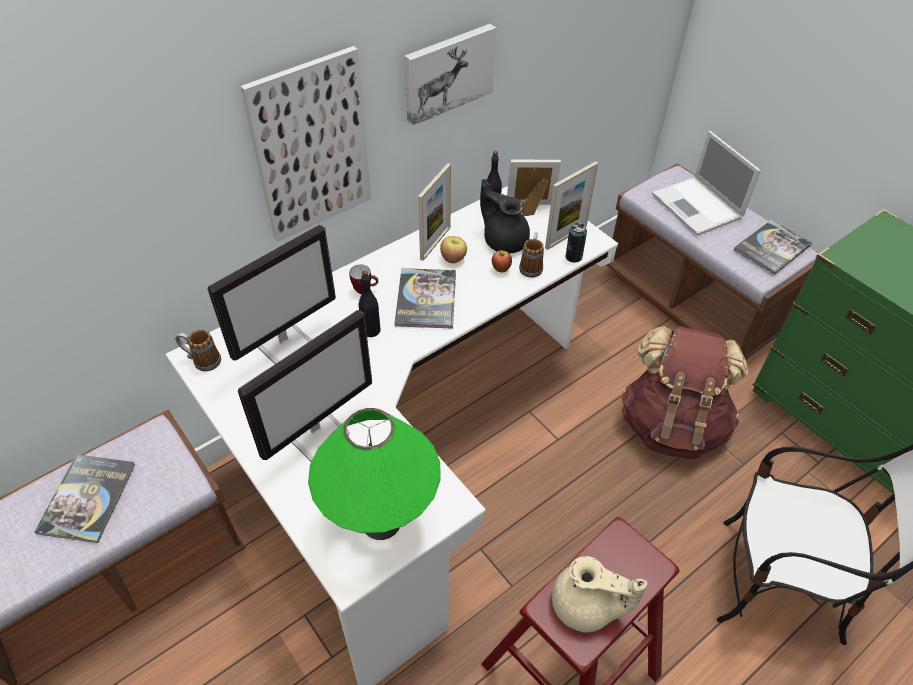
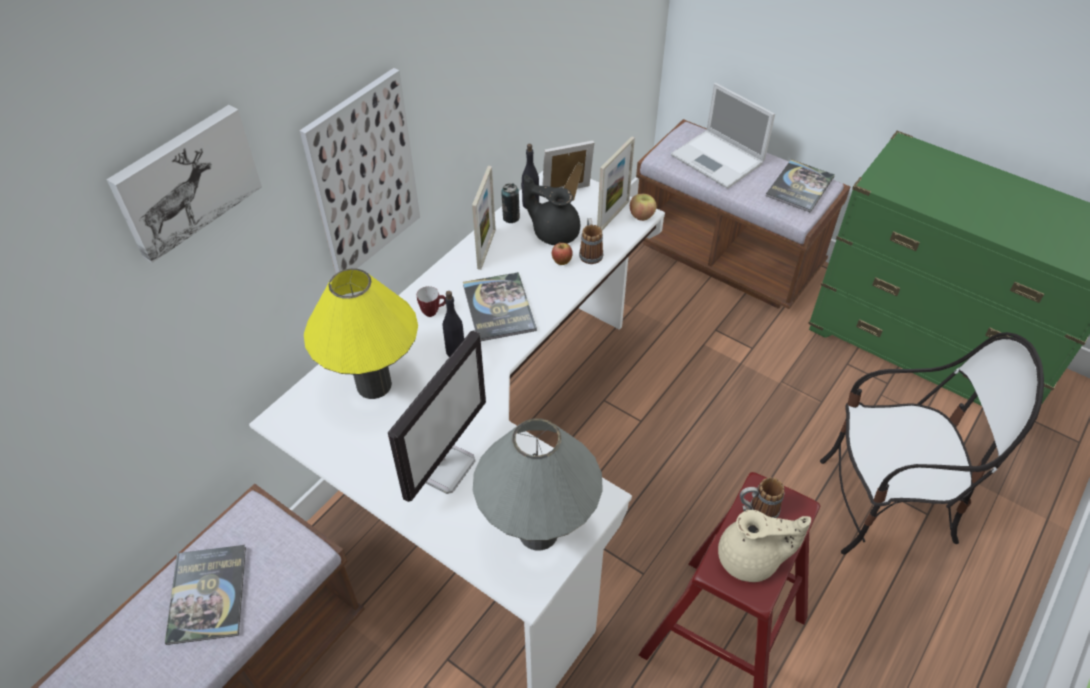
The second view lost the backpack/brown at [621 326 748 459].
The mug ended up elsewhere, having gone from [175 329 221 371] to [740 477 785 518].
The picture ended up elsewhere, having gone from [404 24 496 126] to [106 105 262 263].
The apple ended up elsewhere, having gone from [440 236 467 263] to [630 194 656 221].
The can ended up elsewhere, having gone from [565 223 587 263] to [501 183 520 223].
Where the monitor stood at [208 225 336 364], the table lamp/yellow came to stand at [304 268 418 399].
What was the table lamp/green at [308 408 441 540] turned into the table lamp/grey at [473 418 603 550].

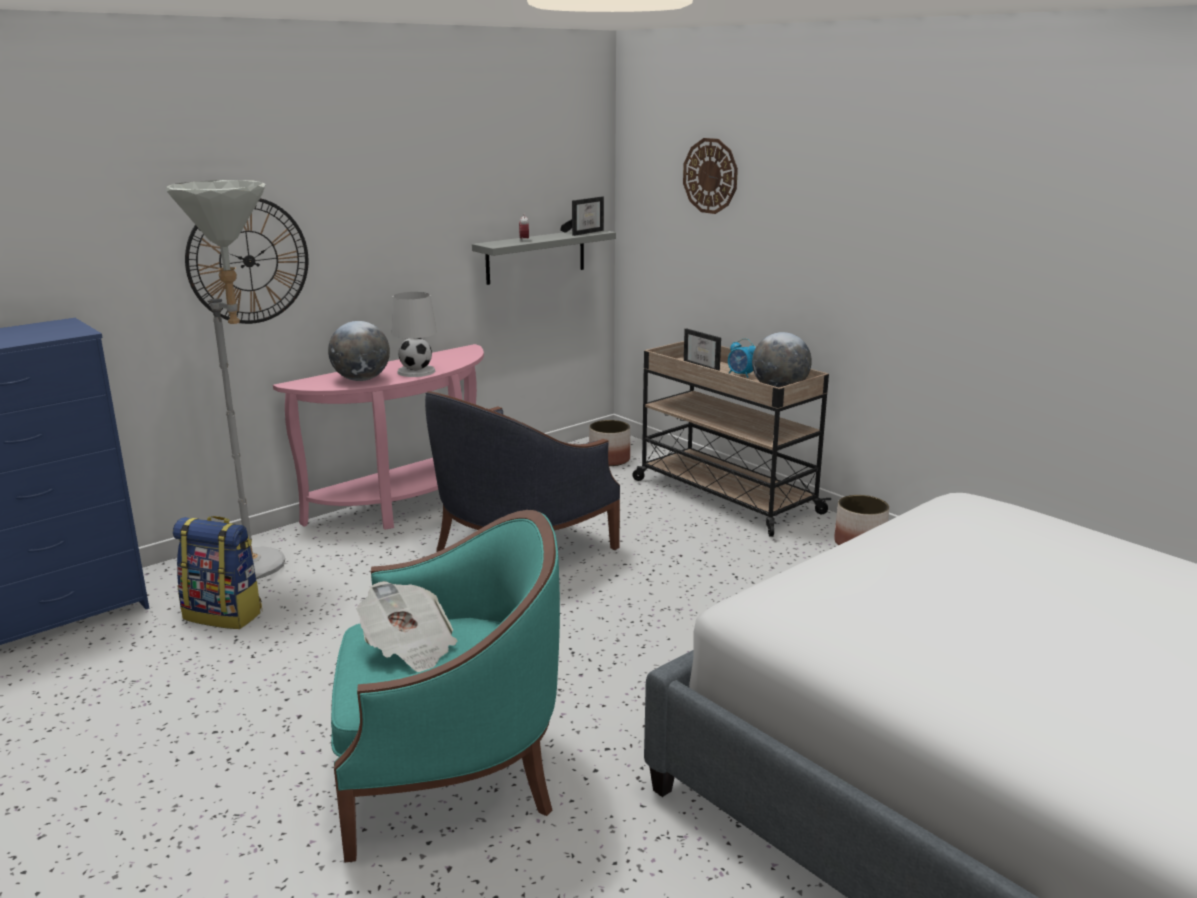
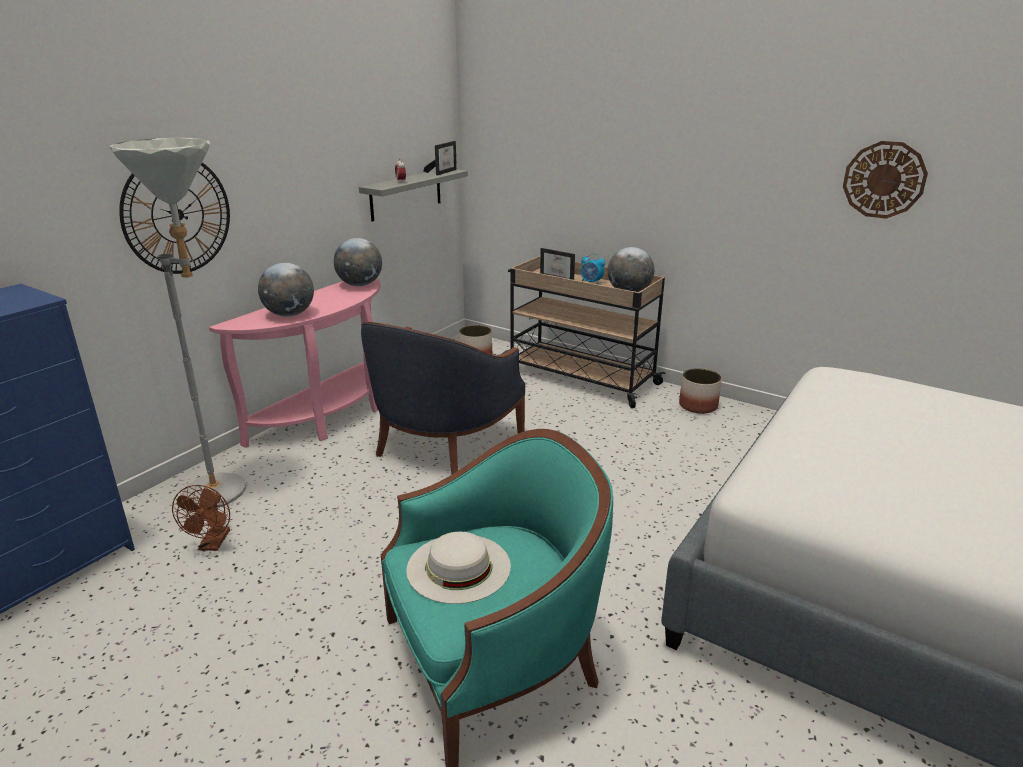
The second view lost the table lamp/white at [391 292 437 377].
The second view gained the globe at [334 238 382 286].
The wall clock ended up elsewhere, having gone from [683 138 738 214] to [843 141 928 219].
Where the backpack stood at [173 516 262 629], the fan/brown came to stand at [172 485 230 551].
Where the newspaper stood at [357 581 457 672], the hat/white came to stand at [407 532 511 604].

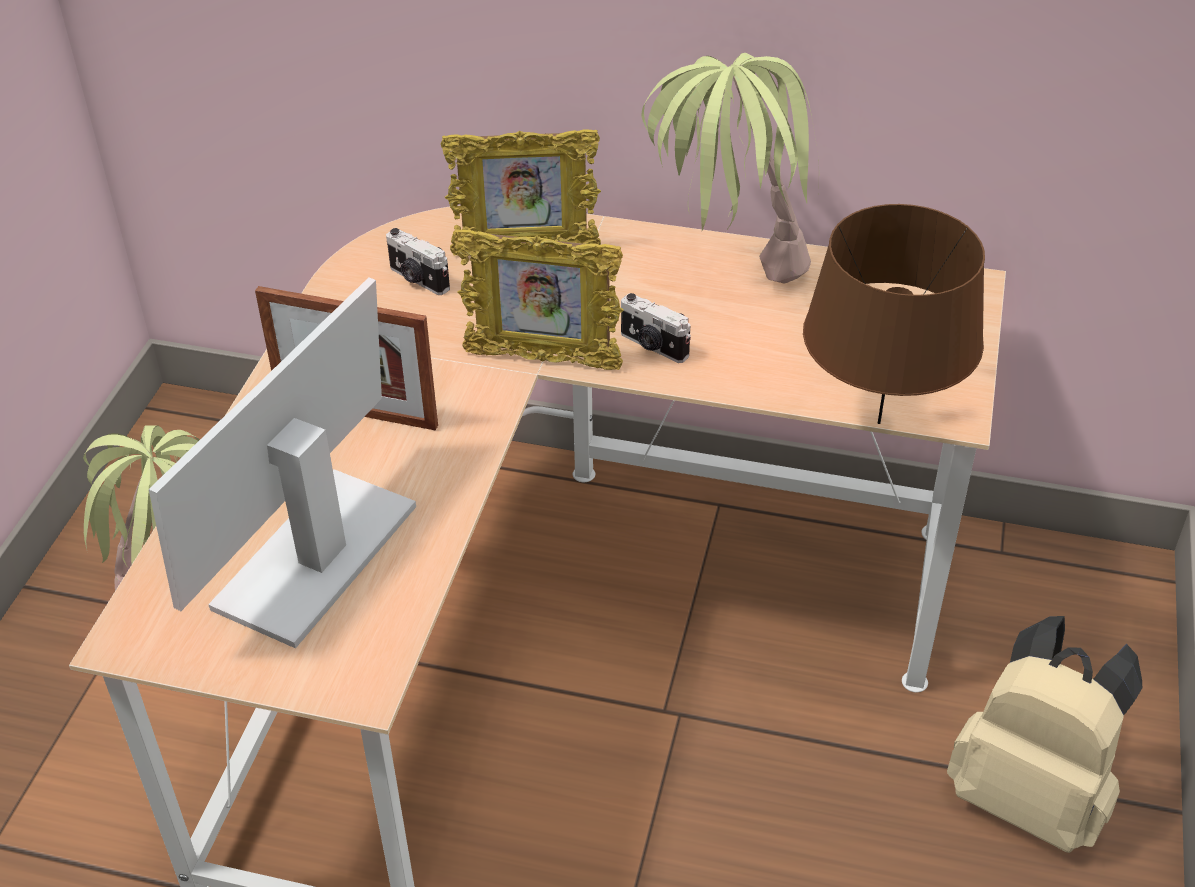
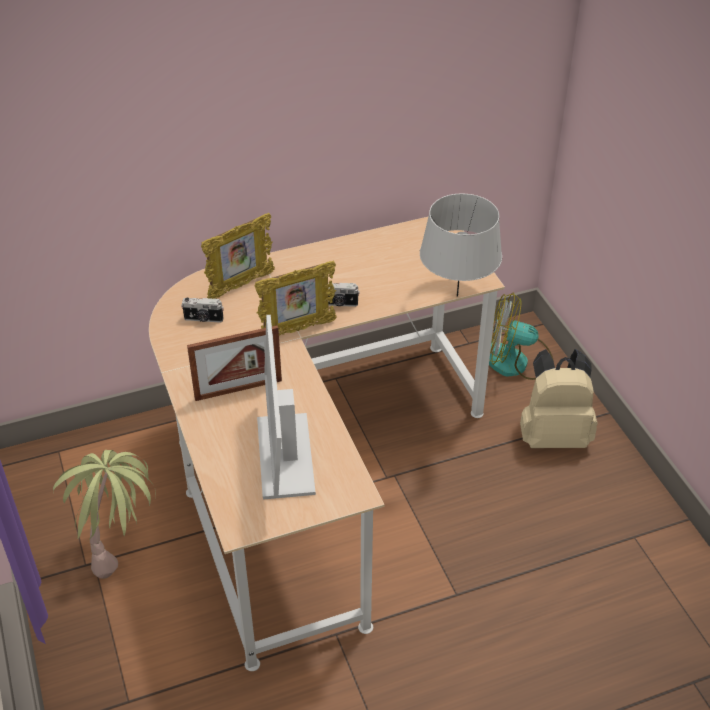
The second view lost the potted plant at [642 53 819 284].
The second view gained the fan at [489 292 554 380].
What was the table lamp/brown at [803 204 985 424] turned into the table lamp/grey at [420 194 502 297].

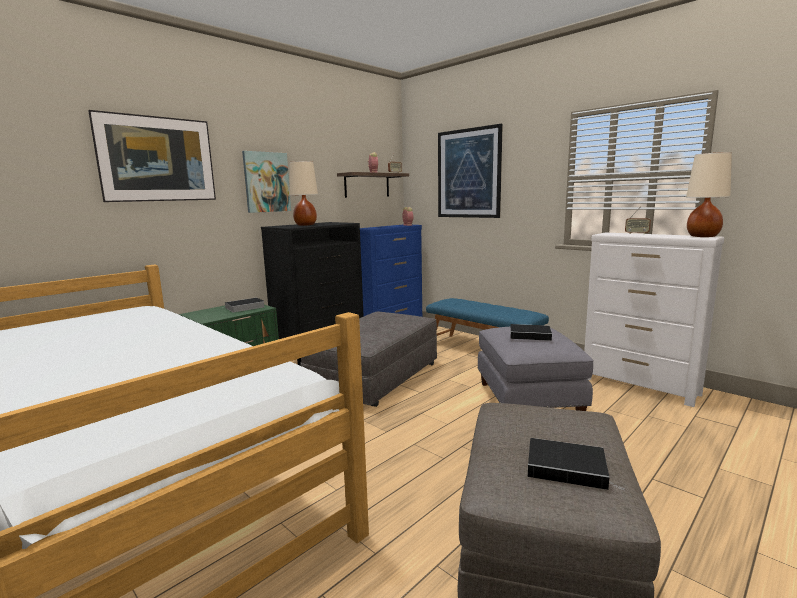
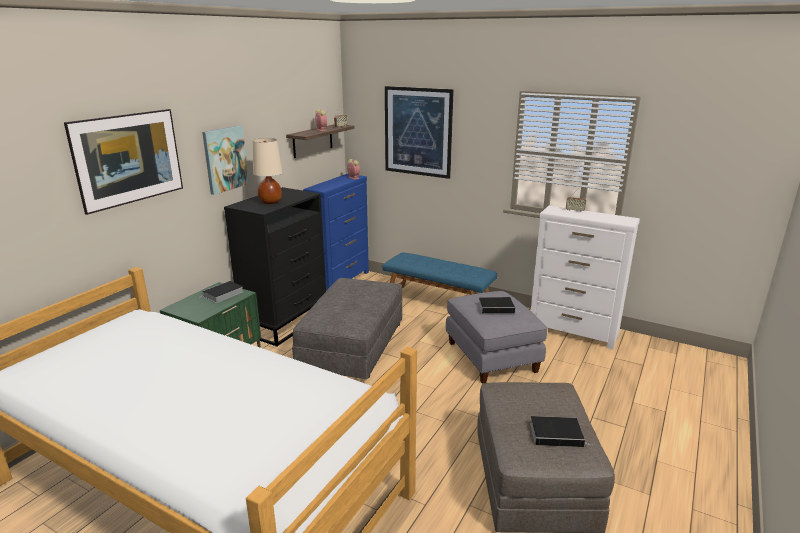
The second view lost the table lamp/beige at [686 152 732 237].

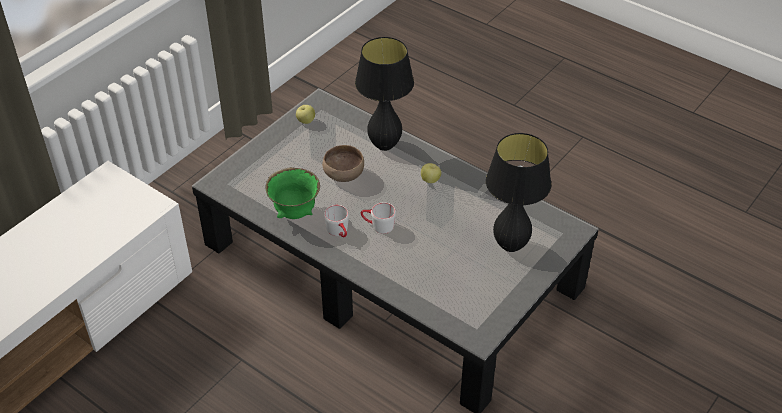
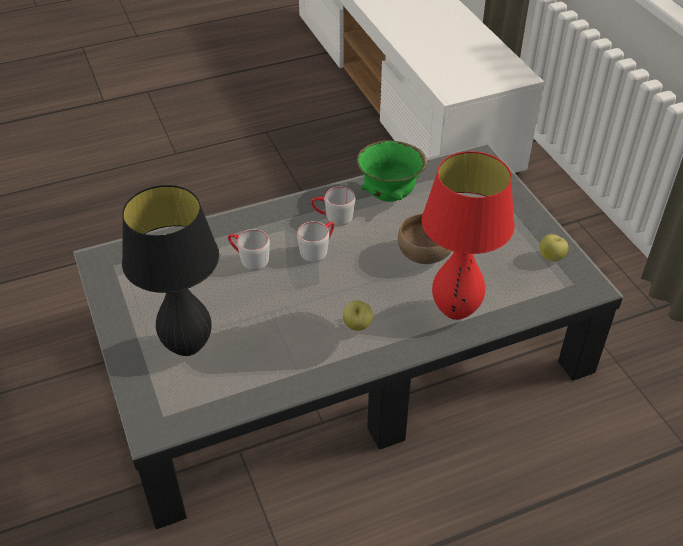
The second view gained the mug/grey at [228 229 270 270].
What was the table lamp/black at [355 37 414 151] turned into the table lamp/red at [422 151 514 320].

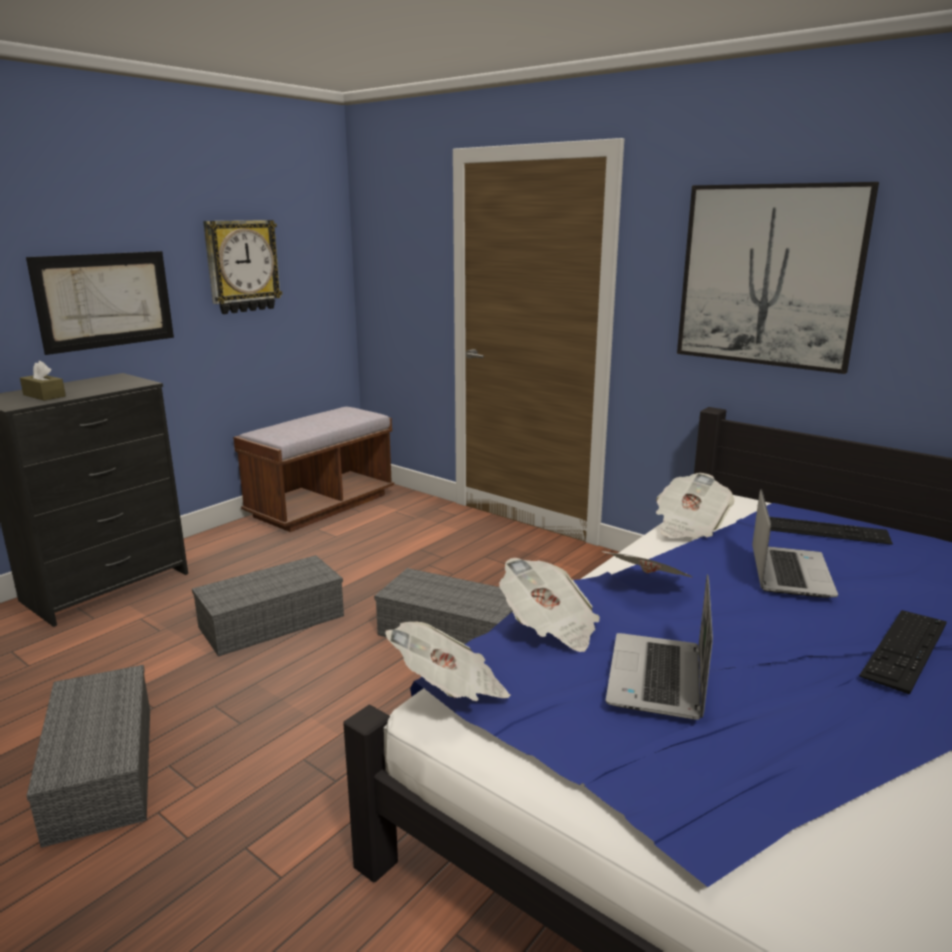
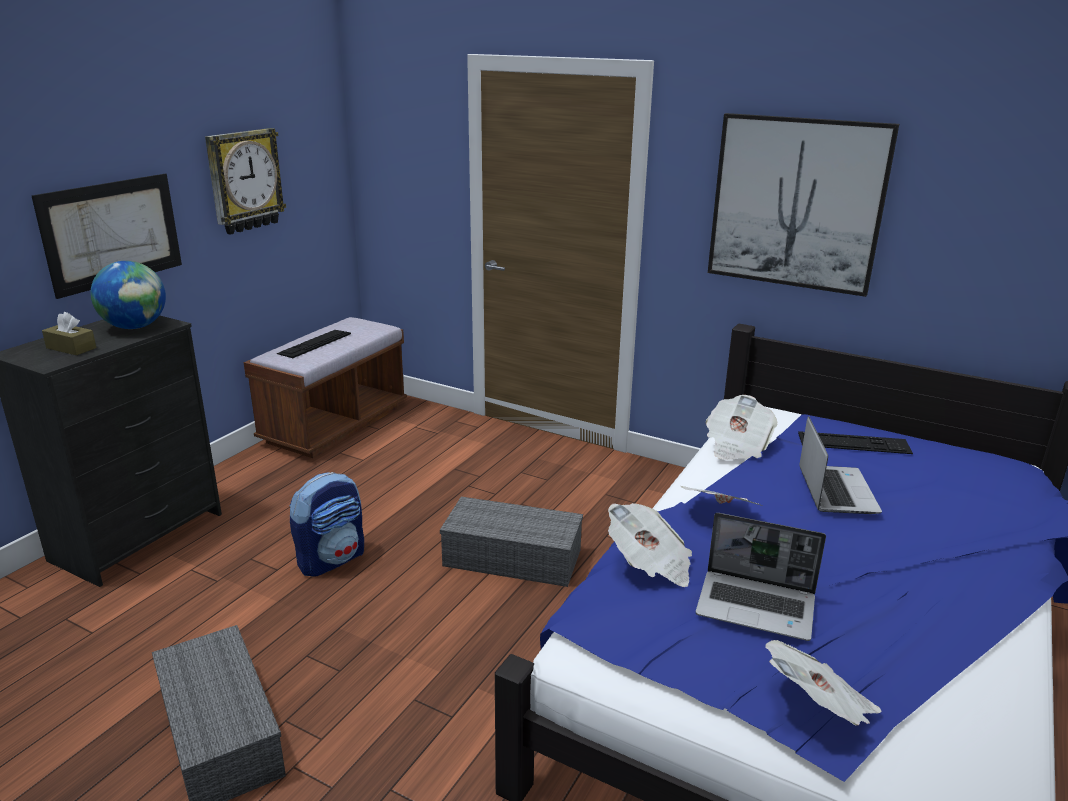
The second view gained the globe at [90 261 166 329].
The newspaper ended up elsewhere, having gone from [385 622 510 701] to [765 640 881 726].
The keyboard ended up elsewhere, having gone from [859 610 947 695] to [277 330 351 358].
Where the storage box/grey stood at [192 555 344 657], the backpack came to stand at [290 472 364 577].
The laptop at [606 574 713 720] ended up facing another way, 75 degrees counterclockwise from before.

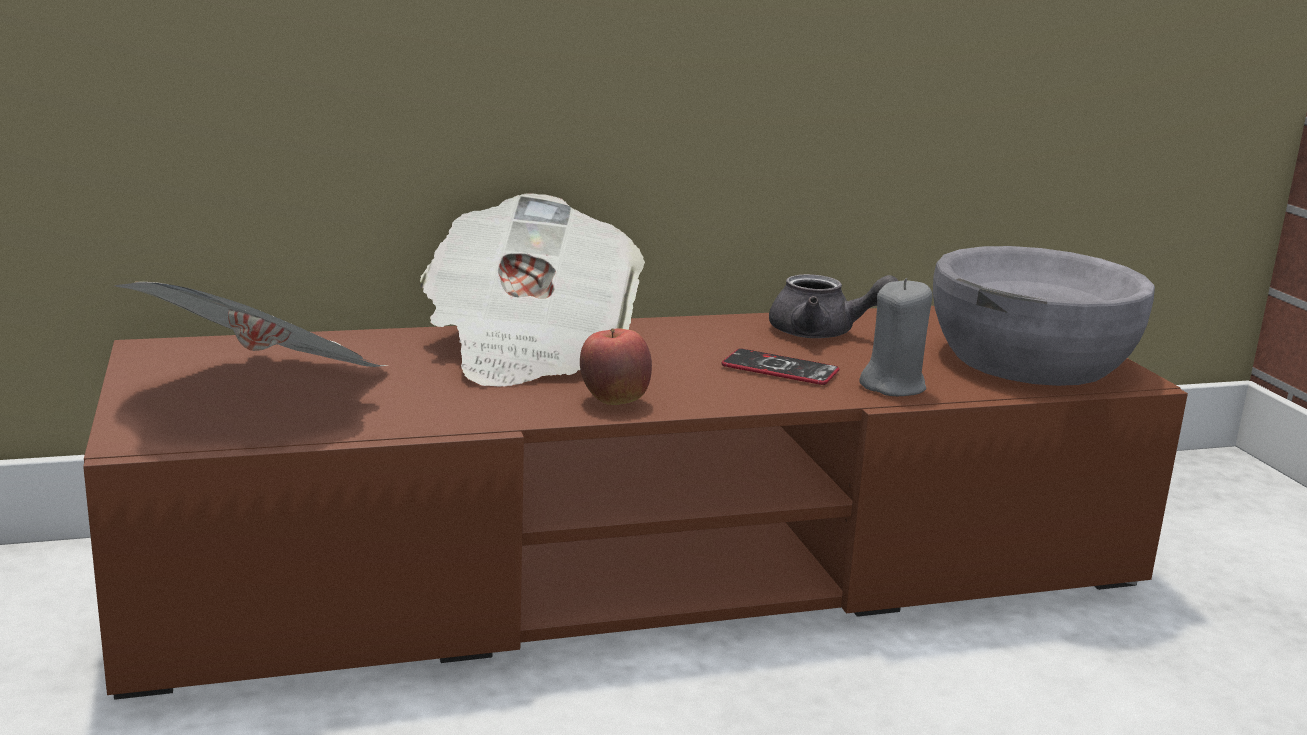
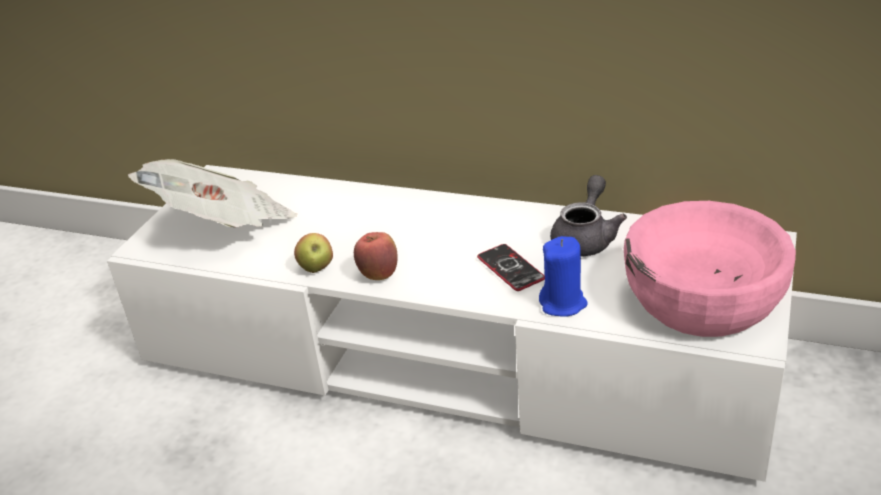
The second view lost the newspaper at [420 193 645 386].
The second view gained the apple at [294 233 333 273].
What was the tv stand/brown at [83 306 1188 700] turned into the tv stand/white at [107 165 797 482].
What was the candle/grey at [859 278 932 396] turned into the candle/blue at [539 236 588 317].
What was the bowl/grey at [933 246 1155 386] turned into the bowl/pink at [624 201 796 337].
The teapot/grey at [769 274 898 338] ended up facing another way, 120 degrees counterclockwise from before.

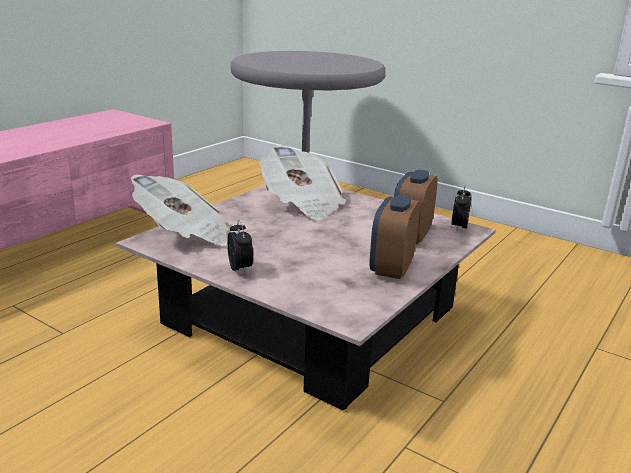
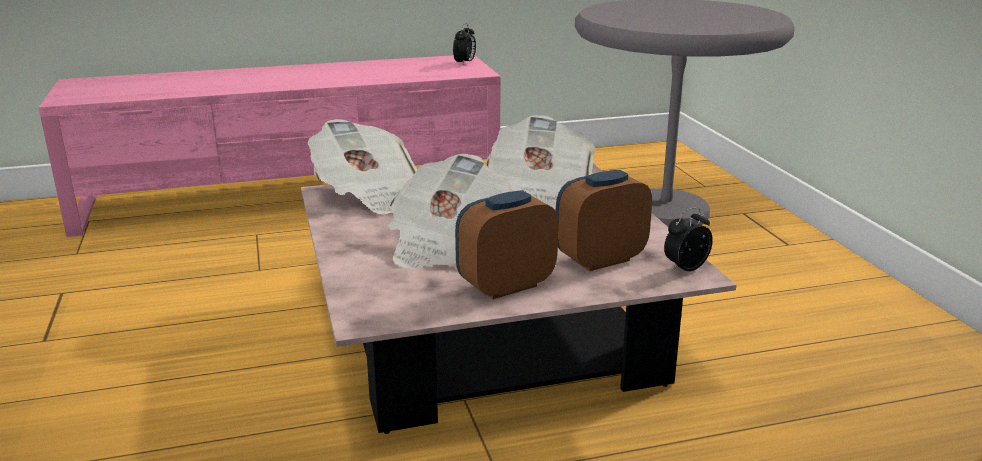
The second view gained the newspaper at [388 154 512 269].
The alarm clock ended up elsewhere, having gone from [227 219 253 273] to [453 23 476 66].

